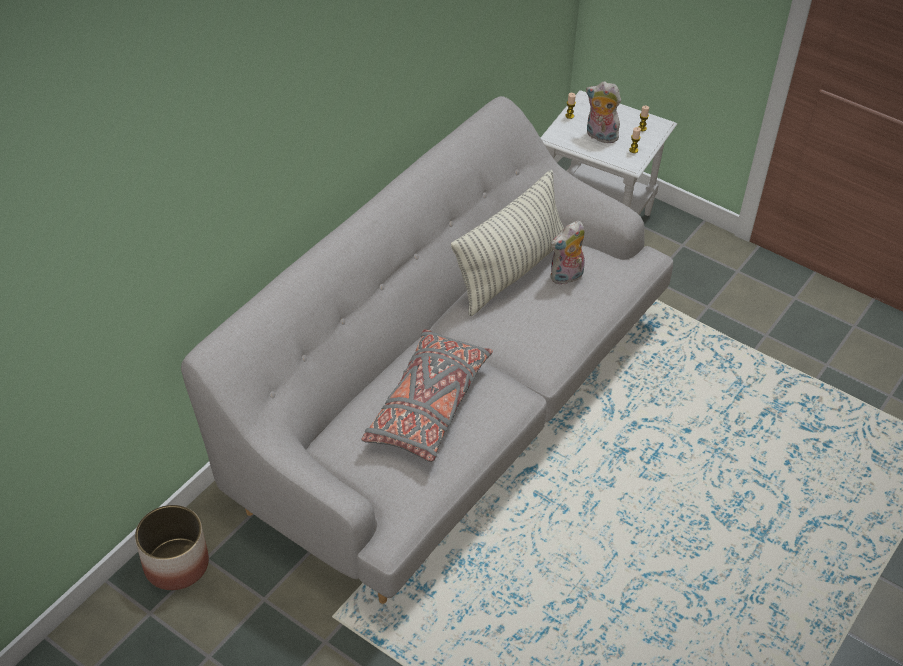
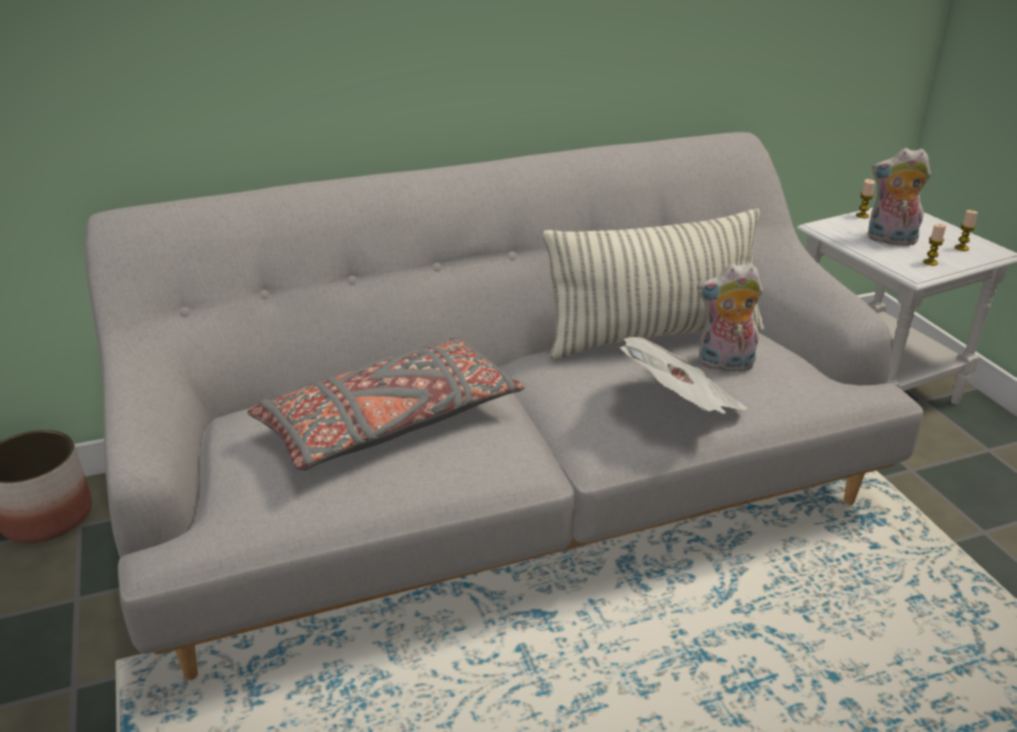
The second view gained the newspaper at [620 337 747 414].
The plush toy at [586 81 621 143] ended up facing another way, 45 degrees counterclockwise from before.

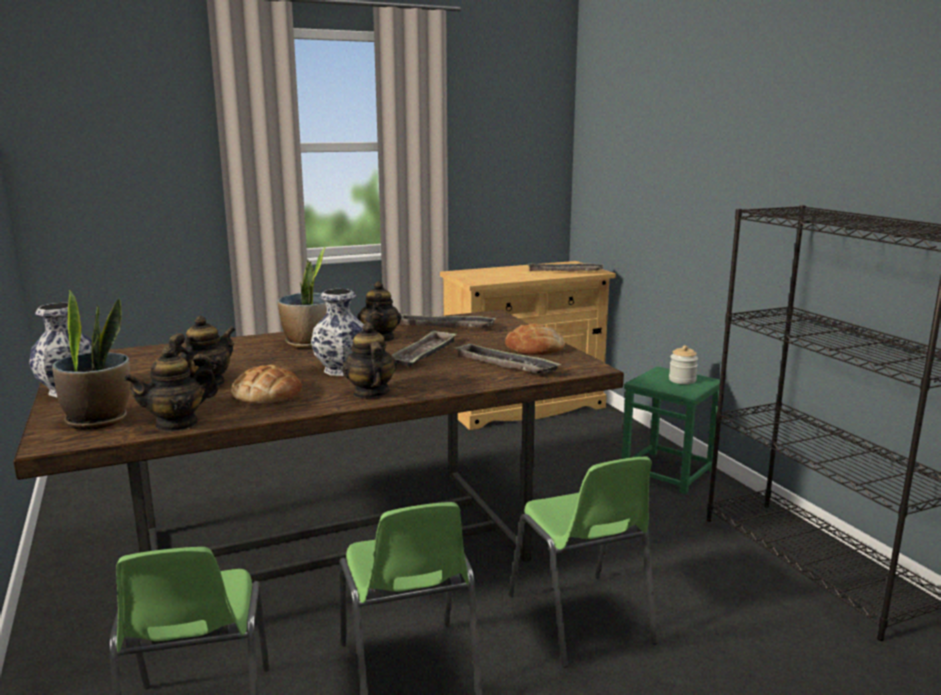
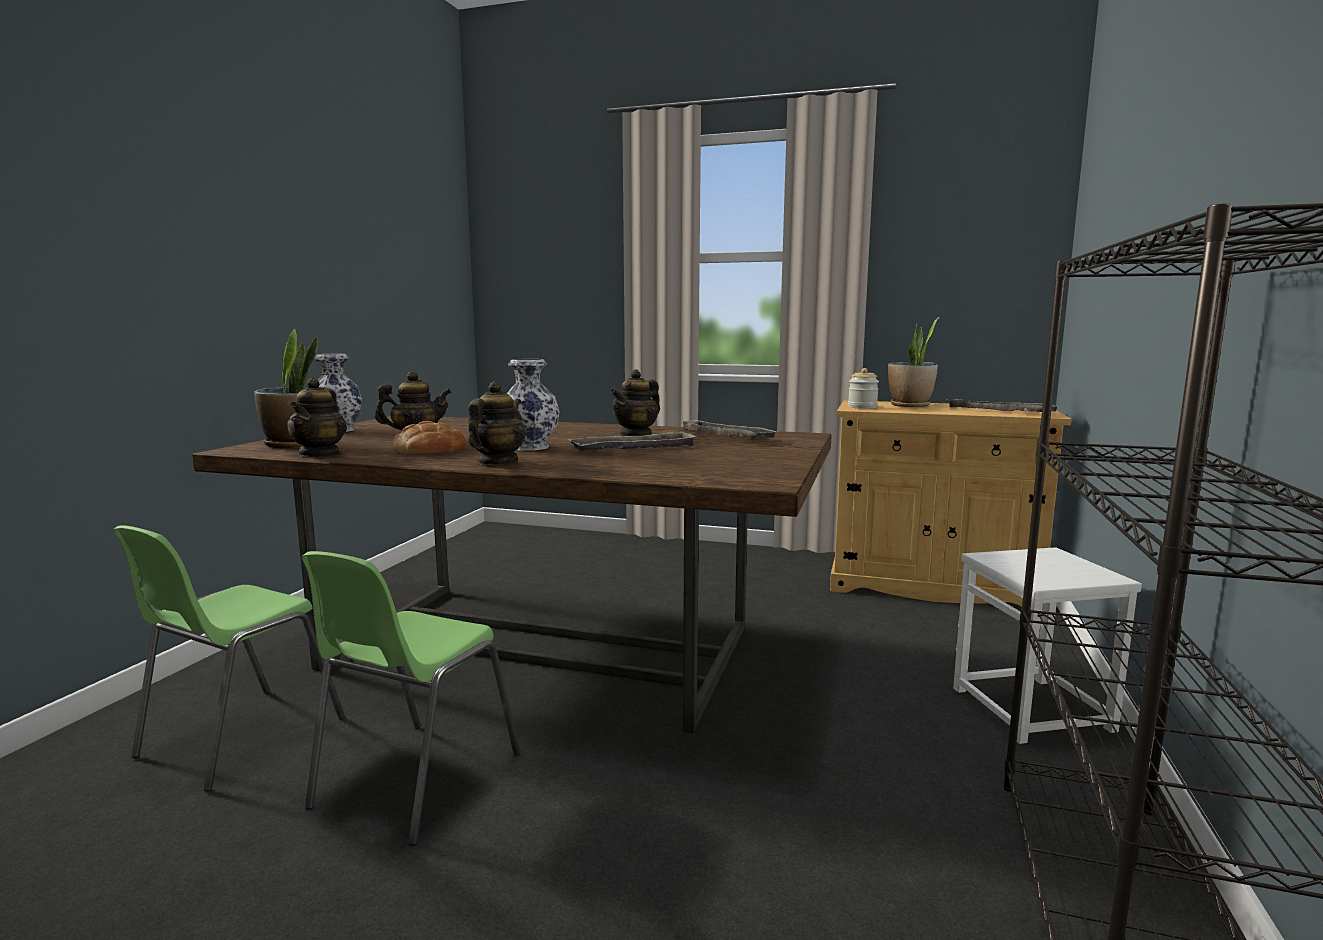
The second view lost the tray at [454 343 561 373].
The second view lost the bread at [505 323 565 355].
The second view lost the chair/green at [509 457 658 668].
The potted plant ended up elsewhere, having gone from [277 247 327 348] to [888 317 939 407].
The jar ended up elsewhere, having gone from [669 346 698 384] to [848 368 879 409].
What was the stool/green at [622 366 720 494] turned into the stool/white at [953 547 1142 744].
The teapot at [124 346 219 432] ended up facing another way, 90 degrees counterclockwise from before.

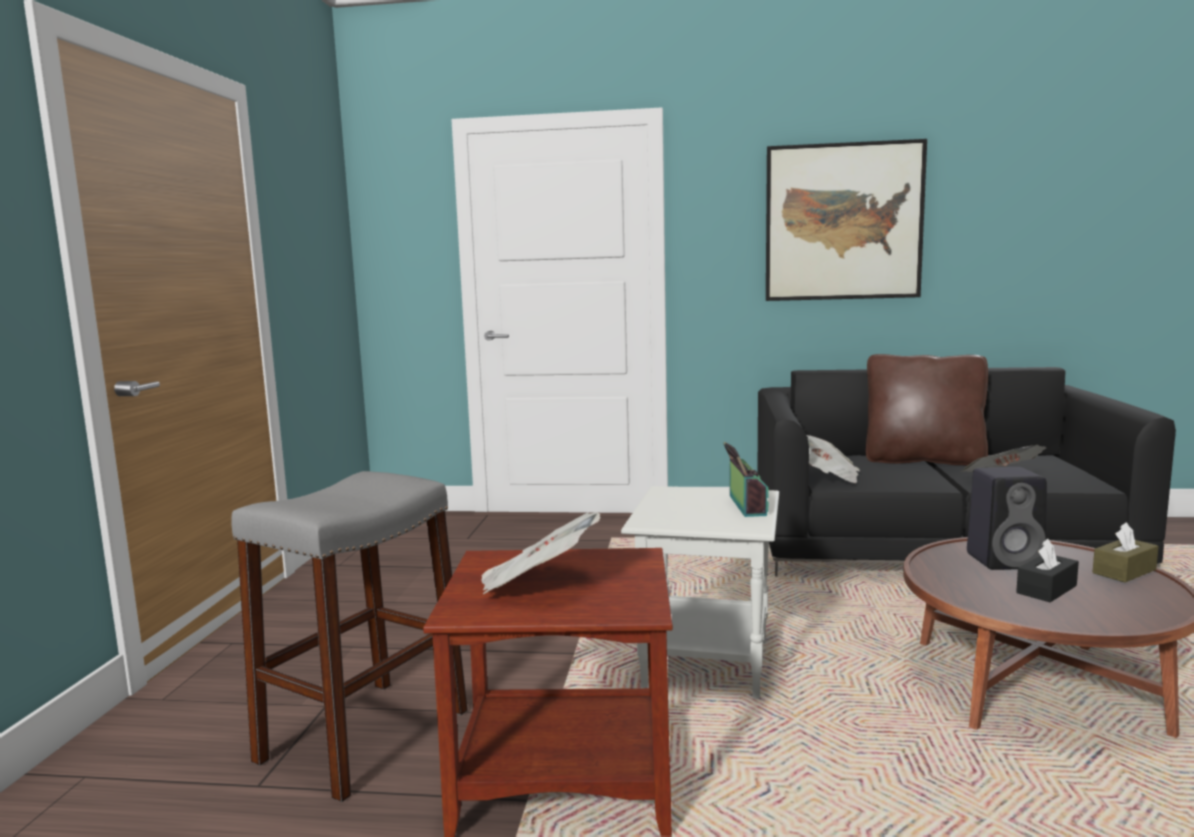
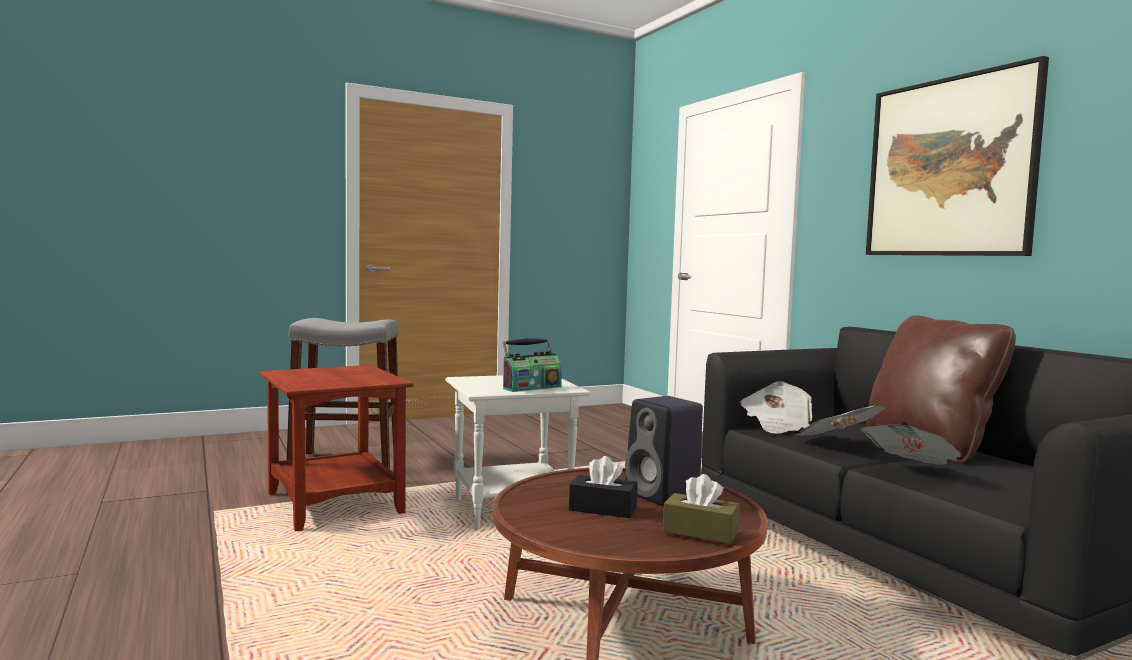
The newspaper ended up elsewhere, having gone from [481 512 600 594] to [795 405 886 436].

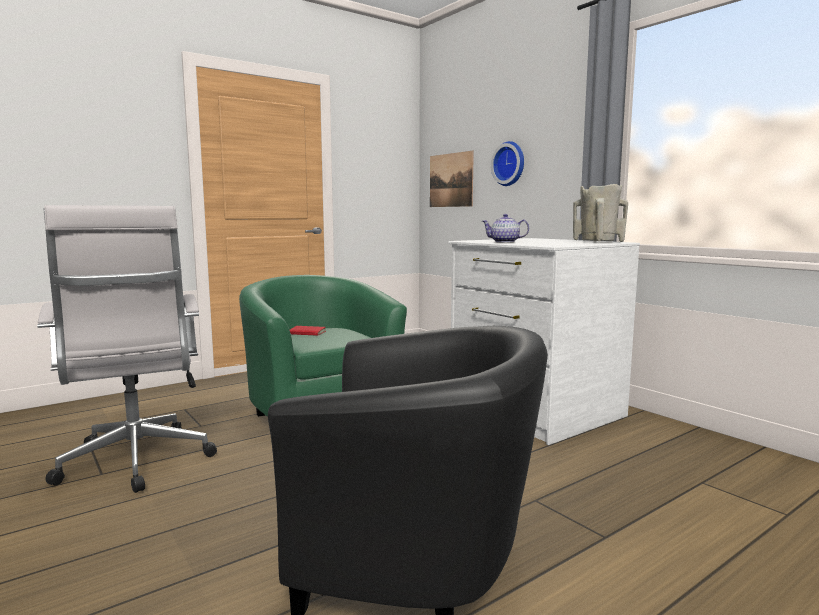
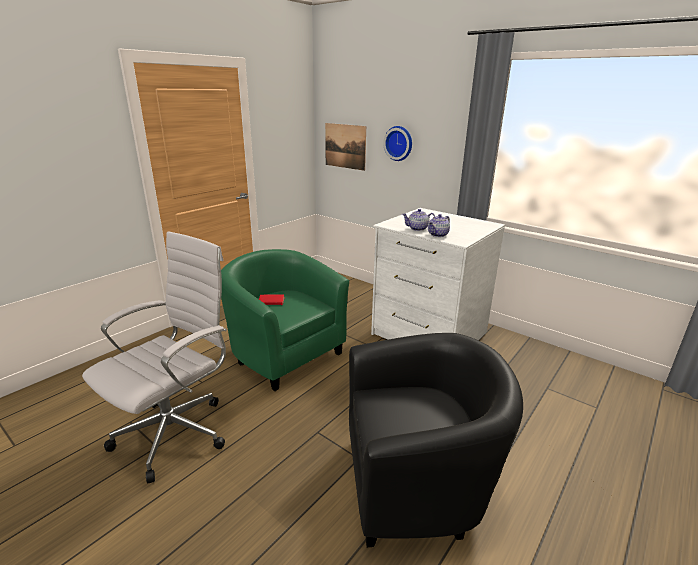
The second view lost the vase/beige at [573 184 628 242].
The second view gained the teapot at [428 214 450 237].
The office chair/white at [37 205 217 493] ended up facing another way, 105 degrees counterclockwise from before.

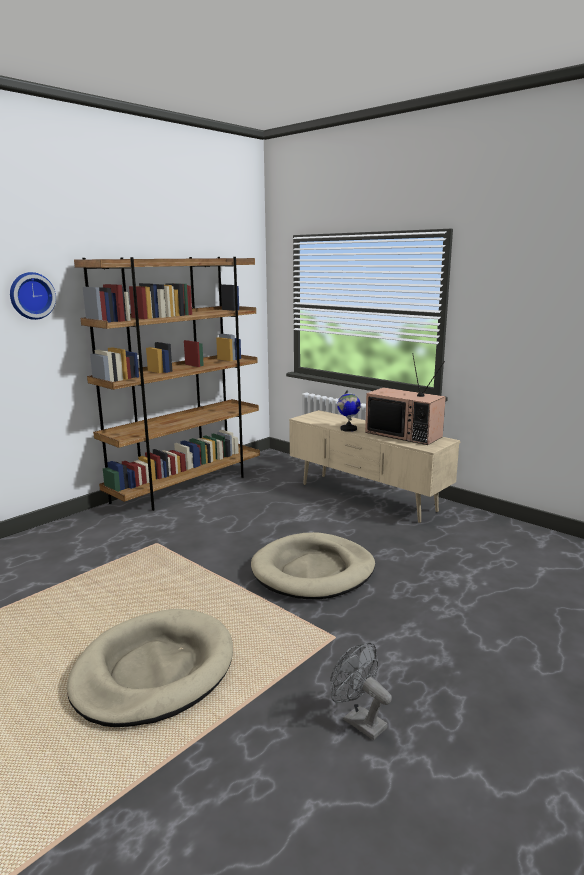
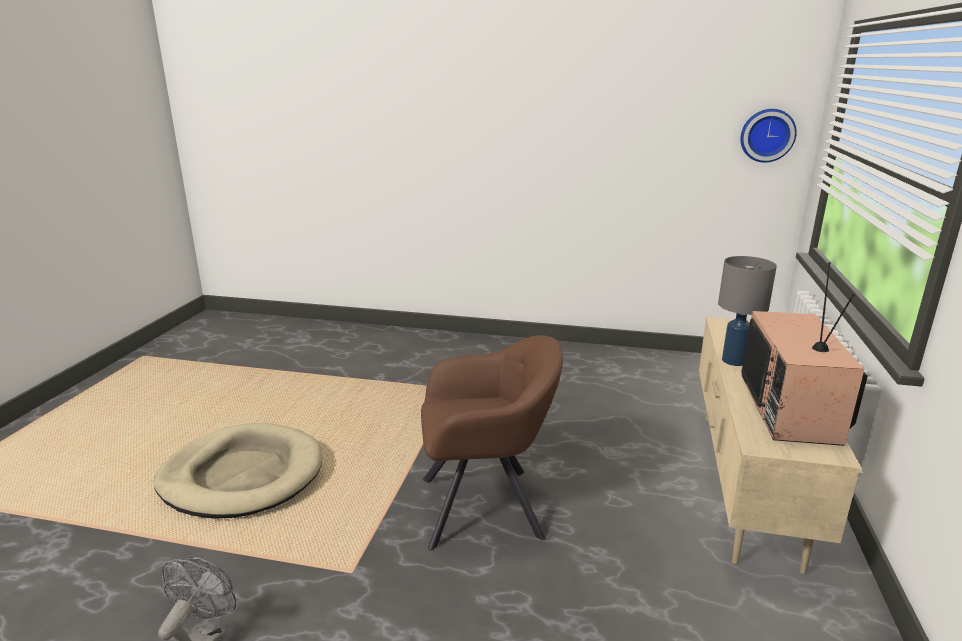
The second view lost the bookcase/brown at [74 257 260 511].
The wall clock ended up elsewhere, having gone from [10 272 56 320] to [740 109 797 163].
Where the dog bed/beige stood at [251 532 375 599], the armchair/brown came to stand at [421 335 563 550].
Where the globe stood at [337 390 361 432], the table lamp/grey came to stand at [718 256 777 366].

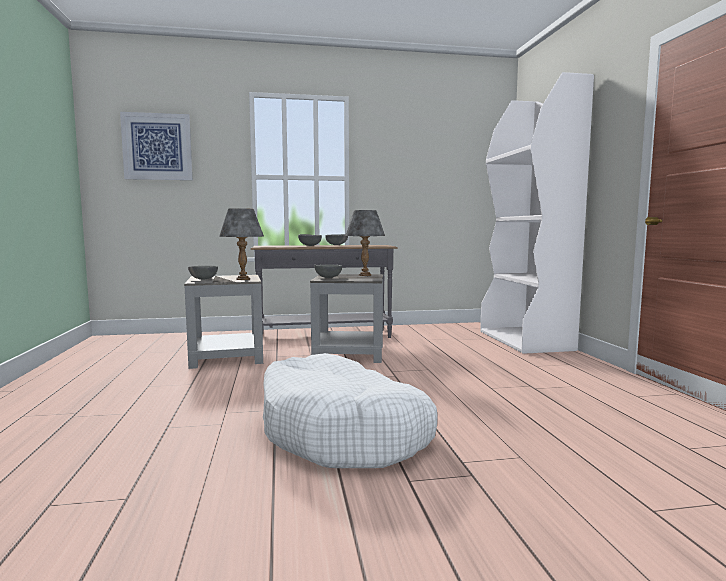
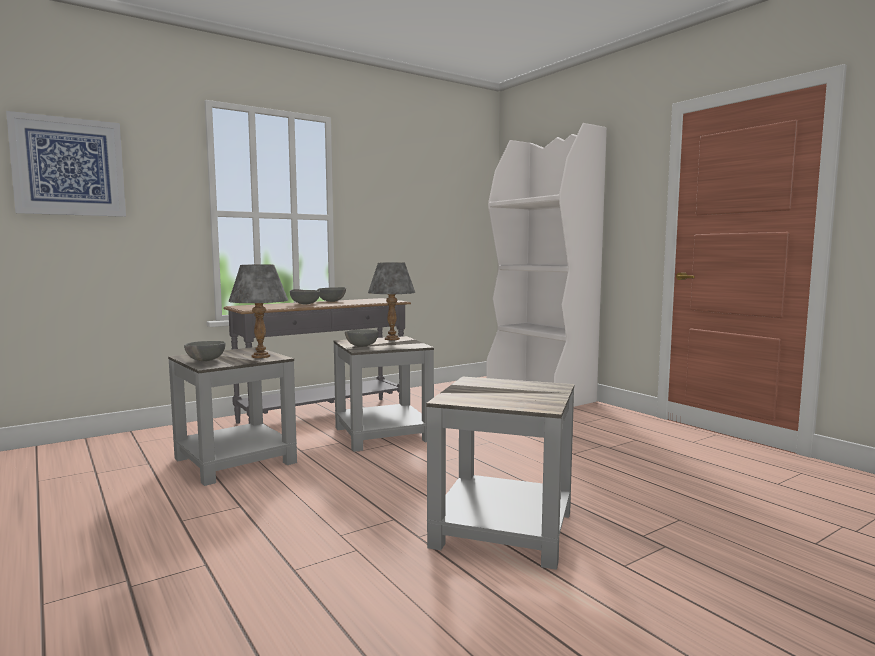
Where the dog bed/white stood at [263 353 438 468], the side table/grey came to stand at [426 376 574 570].

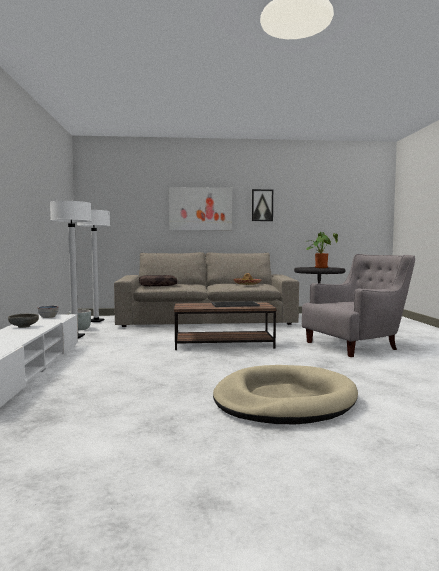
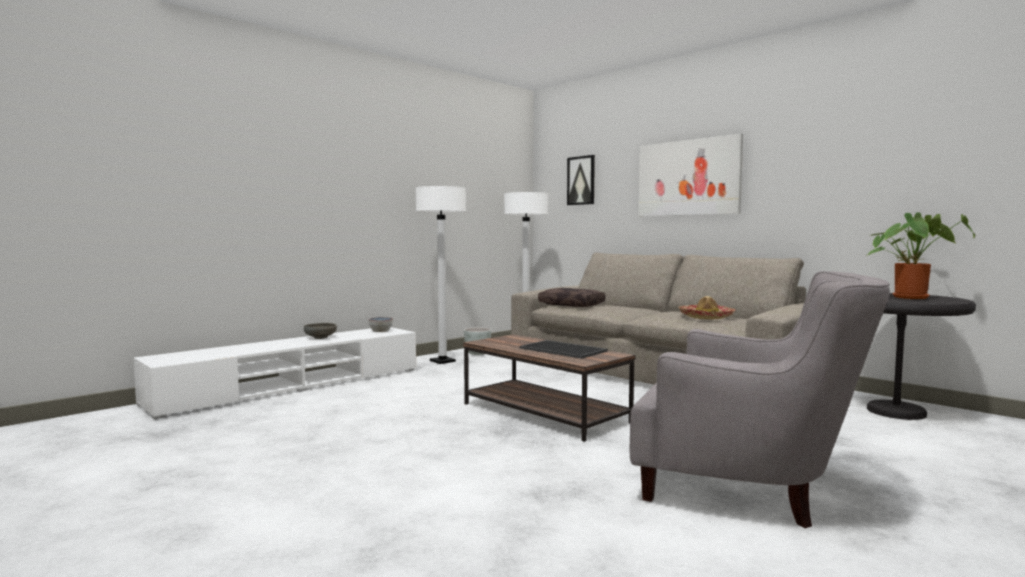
The second view lost the dog bed/beige at [213 365 358 424].
The picture ended up elsewhere, having gone from [252 189 273 221] to [567 155 595 205].

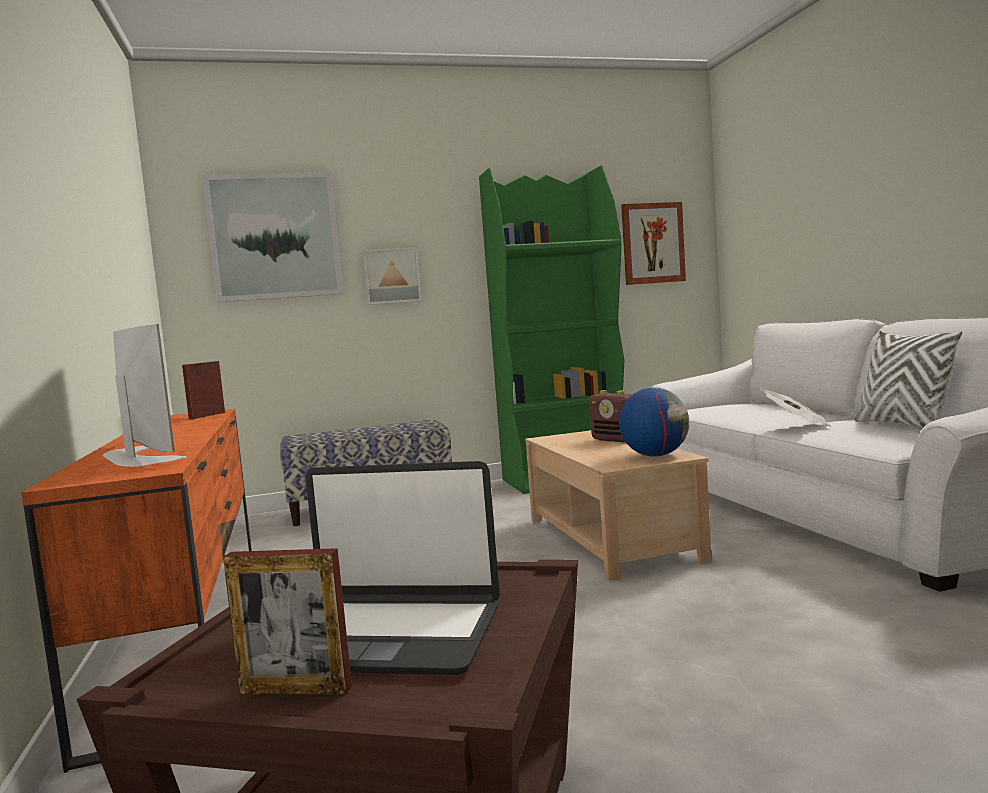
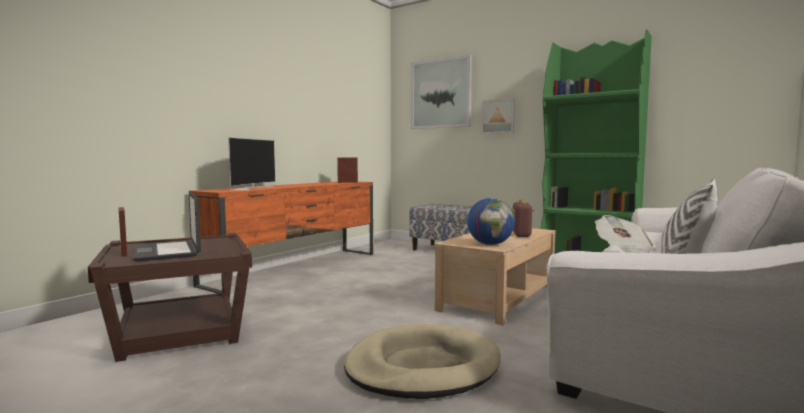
The second view lost the picture at [621 202 686 285].
The second view gained the dog bed/beige at [344 324 501 399].

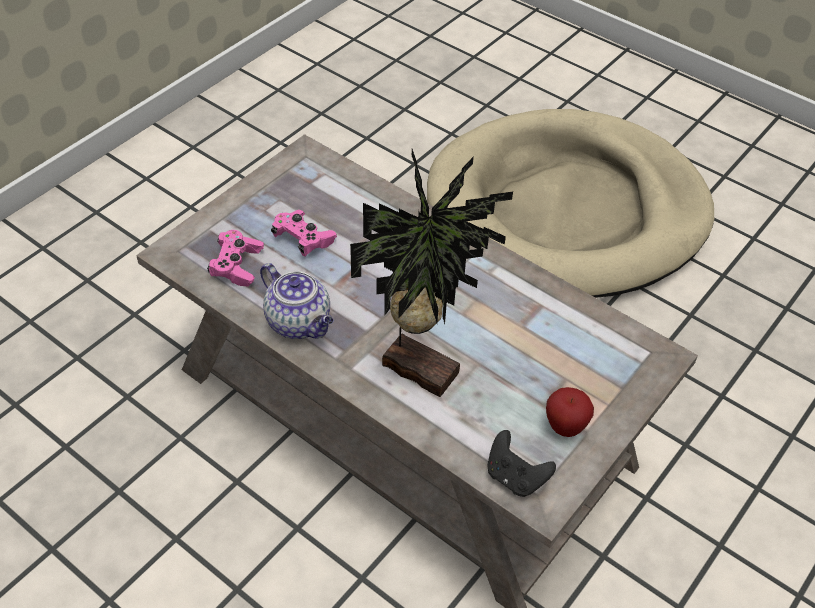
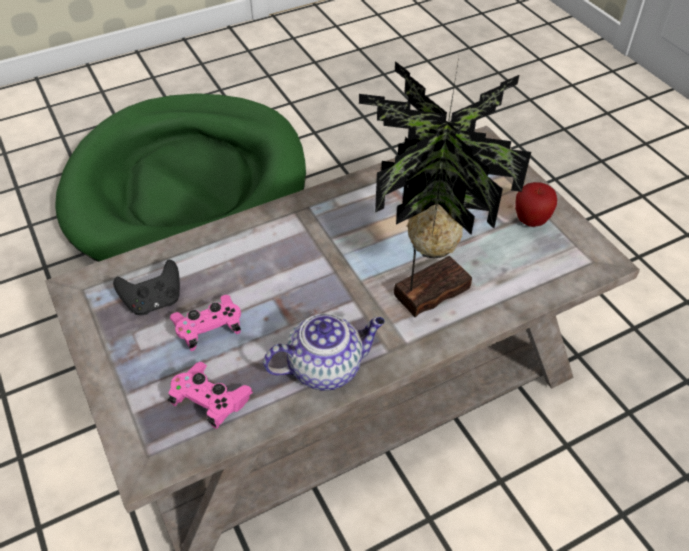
The game controller/black ended up elsewhere, having gone from [487 430 556 497] to [113 260 180 315].
What was the dog bed/beige at [427 109 714 298] turned into the dog bed/green at [55 94 306 262].

